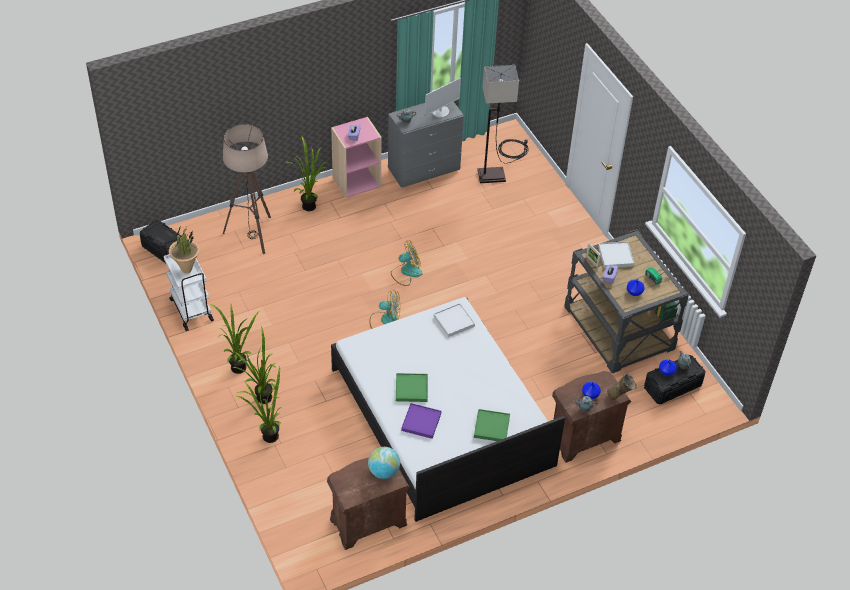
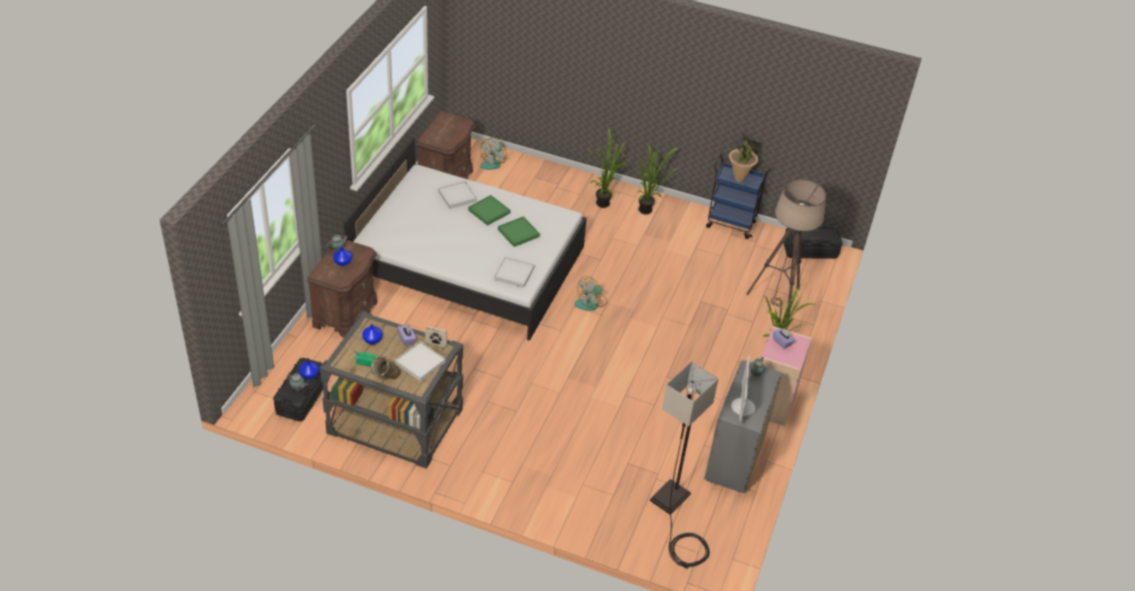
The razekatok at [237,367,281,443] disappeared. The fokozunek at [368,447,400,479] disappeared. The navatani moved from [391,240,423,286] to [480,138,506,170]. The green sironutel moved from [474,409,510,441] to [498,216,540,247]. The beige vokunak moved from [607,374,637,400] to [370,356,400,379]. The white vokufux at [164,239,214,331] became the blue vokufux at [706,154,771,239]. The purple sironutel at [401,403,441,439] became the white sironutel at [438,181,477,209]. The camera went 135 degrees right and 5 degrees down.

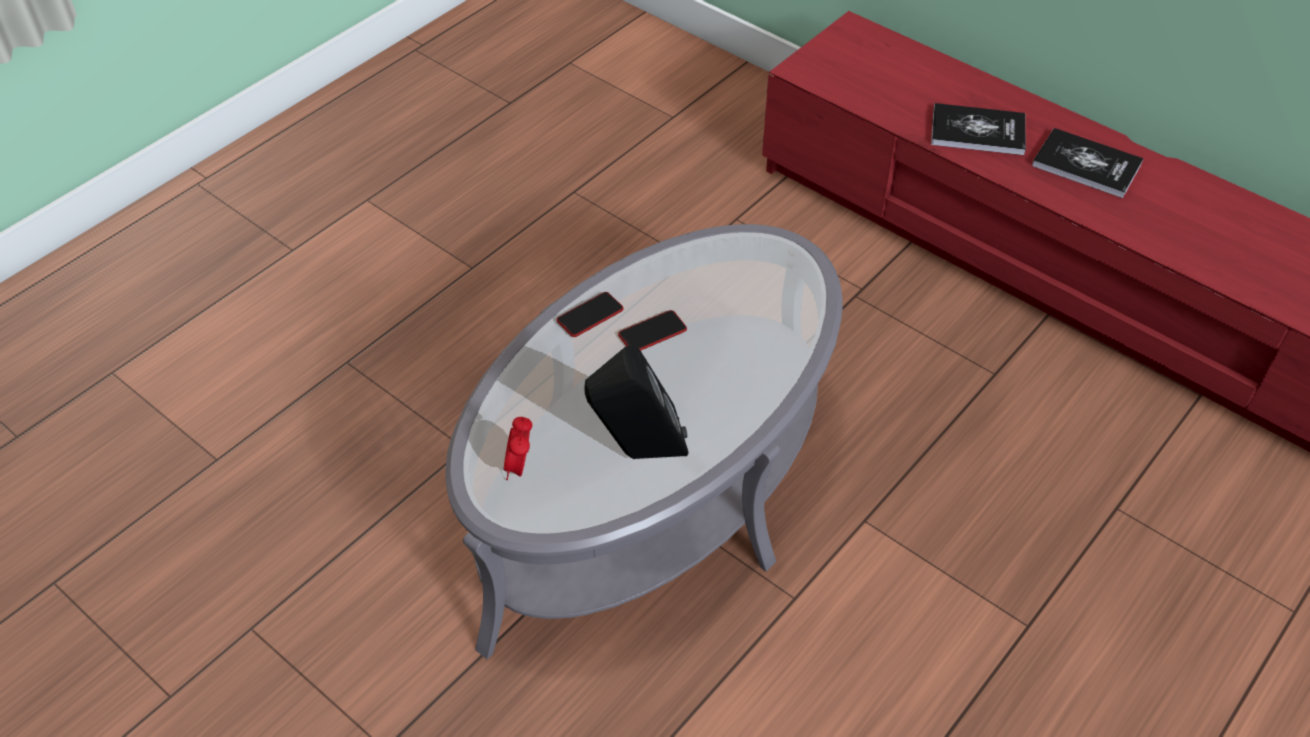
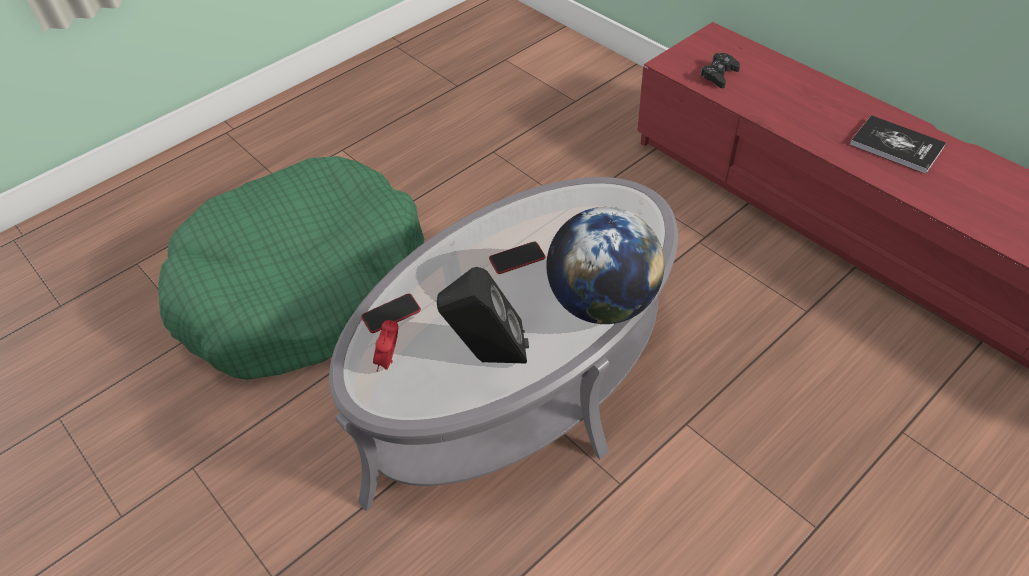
The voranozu at [931,103,1026,155] disappeared. The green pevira at [158,156,424,380] appeared. The fokozunek at [546,207,664,324] appeared. The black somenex at [700,53,740,88] appeared. The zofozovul moved from [557,292,624,337] to [361,293,421,333]. The camera went 10 degrees right and 0 degrees up.

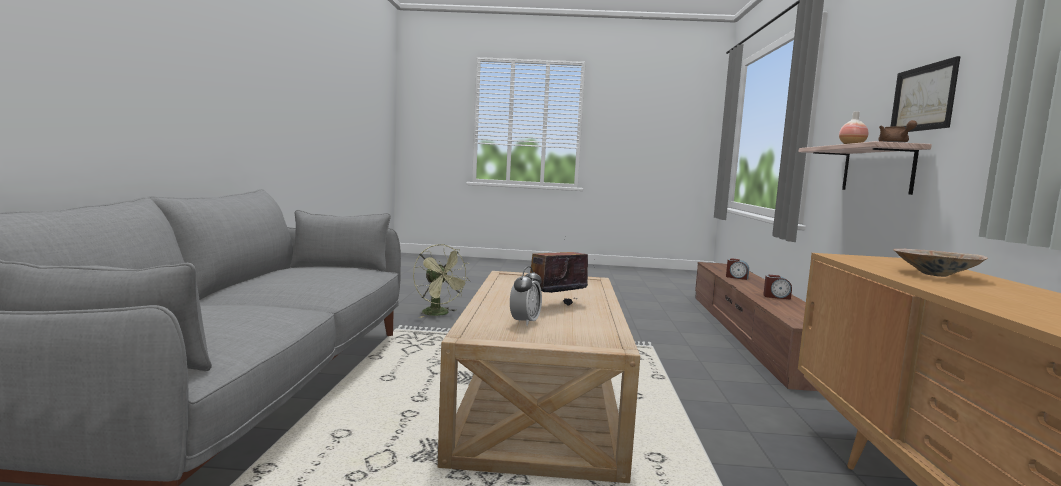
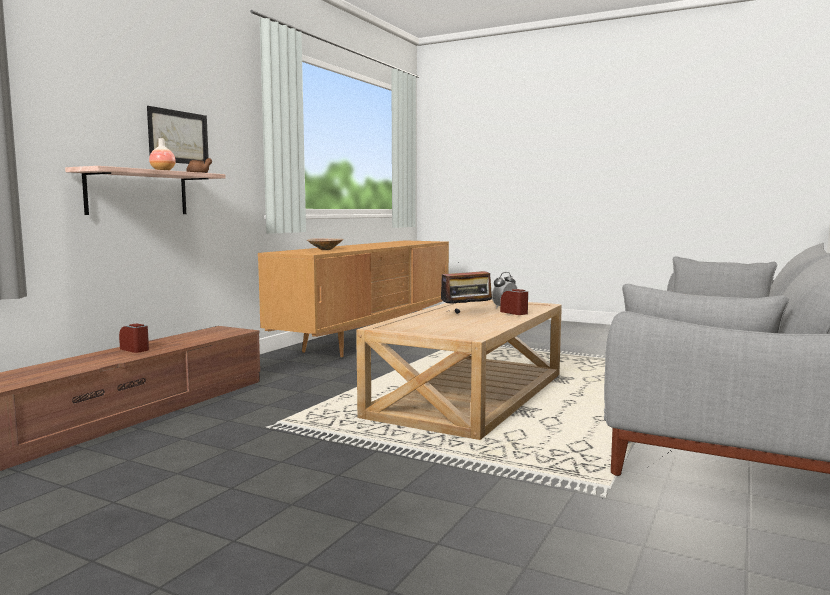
The green navatani at [413,244,470,318] disappeared. The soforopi moved from [726,258,749,280] to [500,289,528,315]. The camera went 155 degrees left and 0 degrees up.

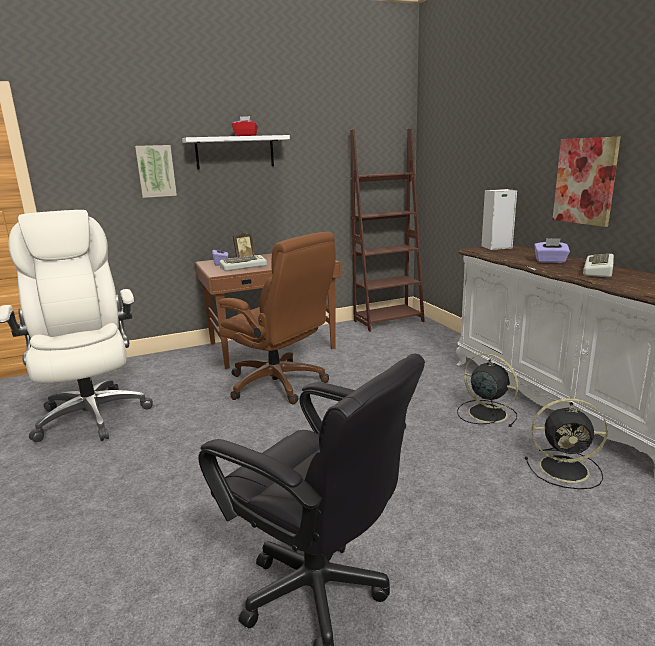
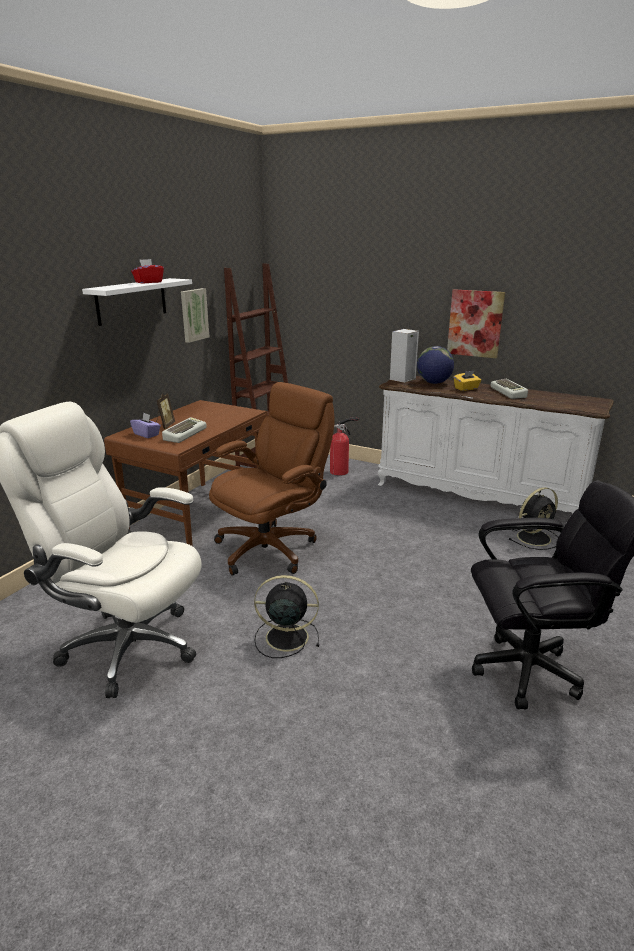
The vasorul at [330,417,358,476] appeared. The fokozunek at [417,346,454,384] appeared. The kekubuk moved from [135,145,177,198] to [181,288,209,343]. The black navatani moved from [457,353,518,427] to [254,575,319,658]. The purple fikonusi at [534,238,570,263] became the yellow fikonusi at [454,371,481,391]. The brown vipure at [218,232,336,404] turned 45 degrees counterclockwise. The camera went 40 degrees left and 5 degrees up.

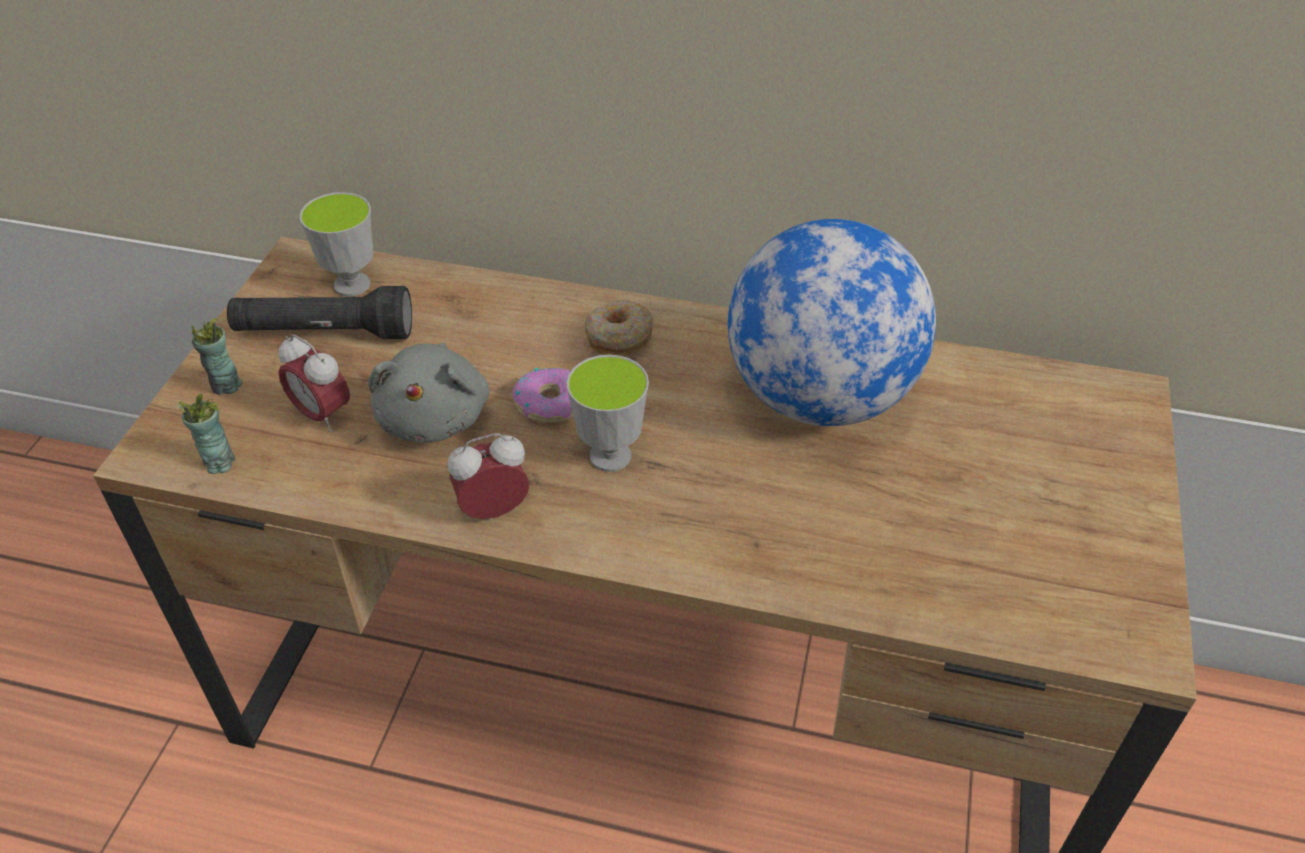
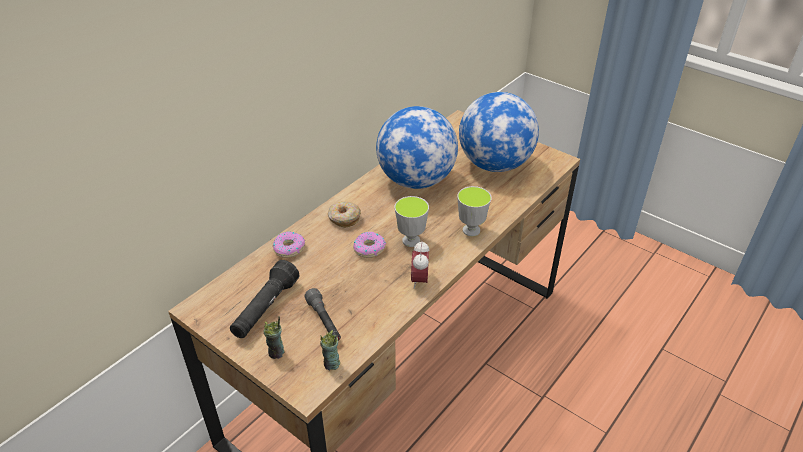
The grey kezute at [368,343,489,443] disappeared. The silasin at [273,232,305,258] appeared. The fokozunek at [459,92,539,172] appeared. The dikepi moved from [299,192,374,297] to [457,186,491,236]. The soforopi at [278,334,350,432] was replaced by the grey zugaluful at [304,288,341,341]. The camera went 65 degrees left and 5 degrees down.

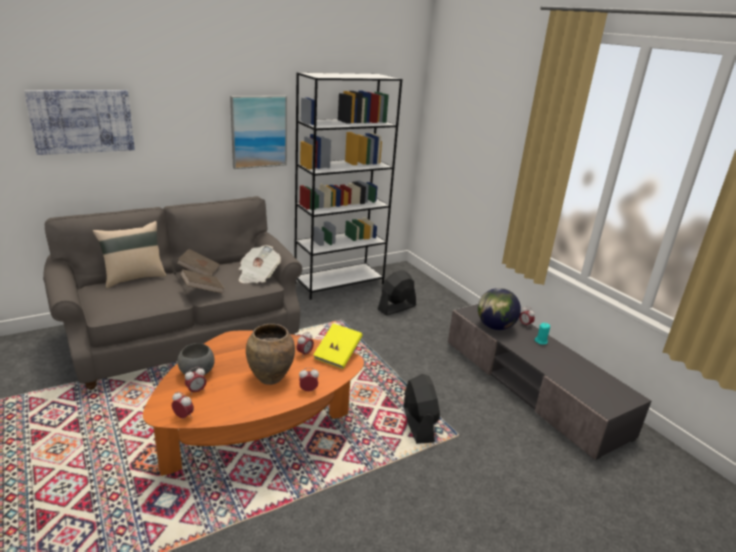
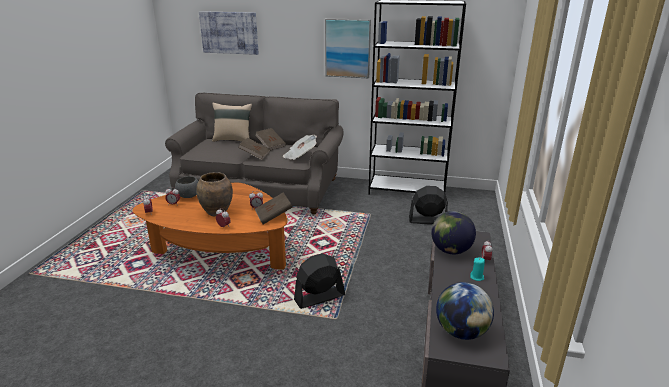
The fokozunek at [436,282,494,340] appeared. The yellow voranozu at [313,323,363,369] became the brown voranozu at [255,192,293,224]. The black navatani at [404,374,440,444] turned 150 degrees counterclockwise. The camera went 45 degrees right and 0 degrees up.

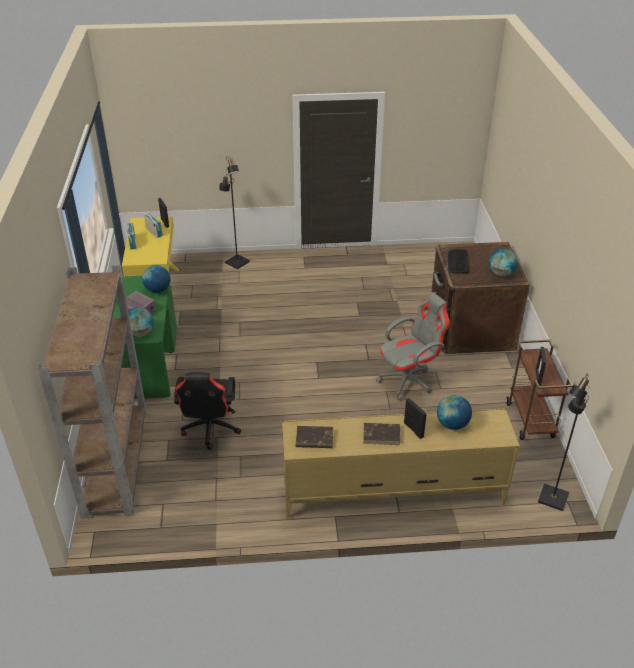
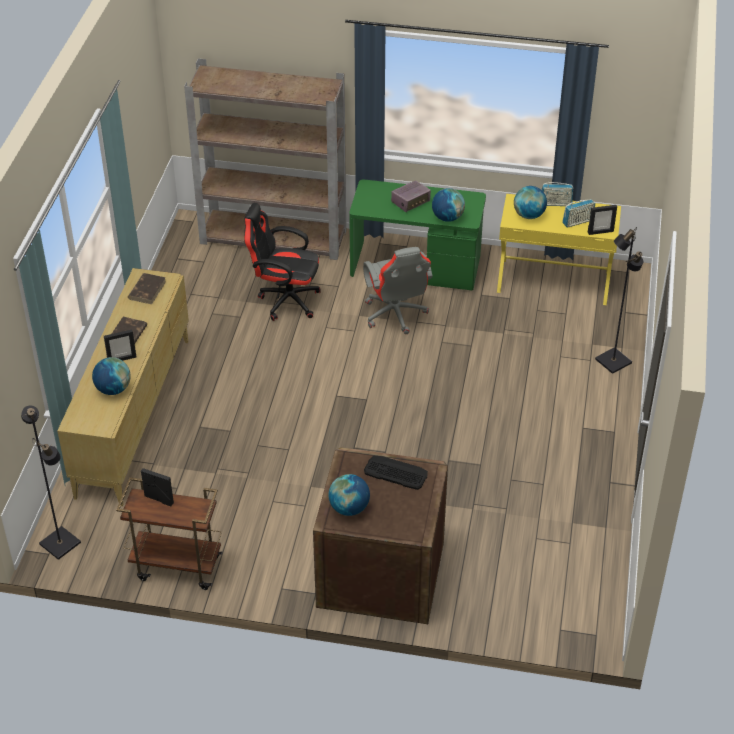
The fokozunek moved from [128,307,154,337] to [514,186,547,219]. The grey vipure moved from [376,292,450,401] to [363,247,433,334]. The camera went 105 degrees right and 5 degrees up.

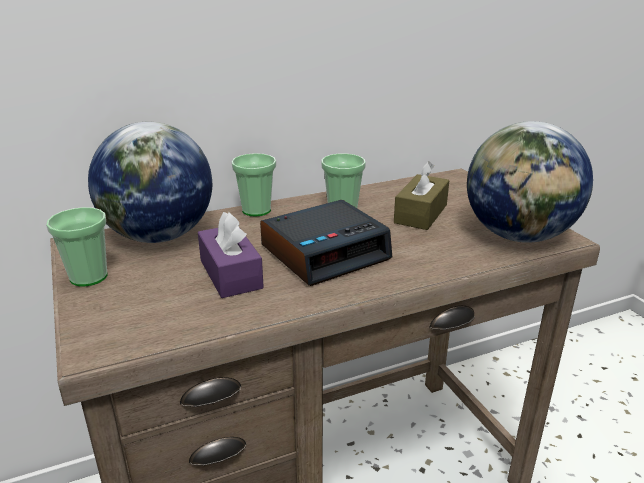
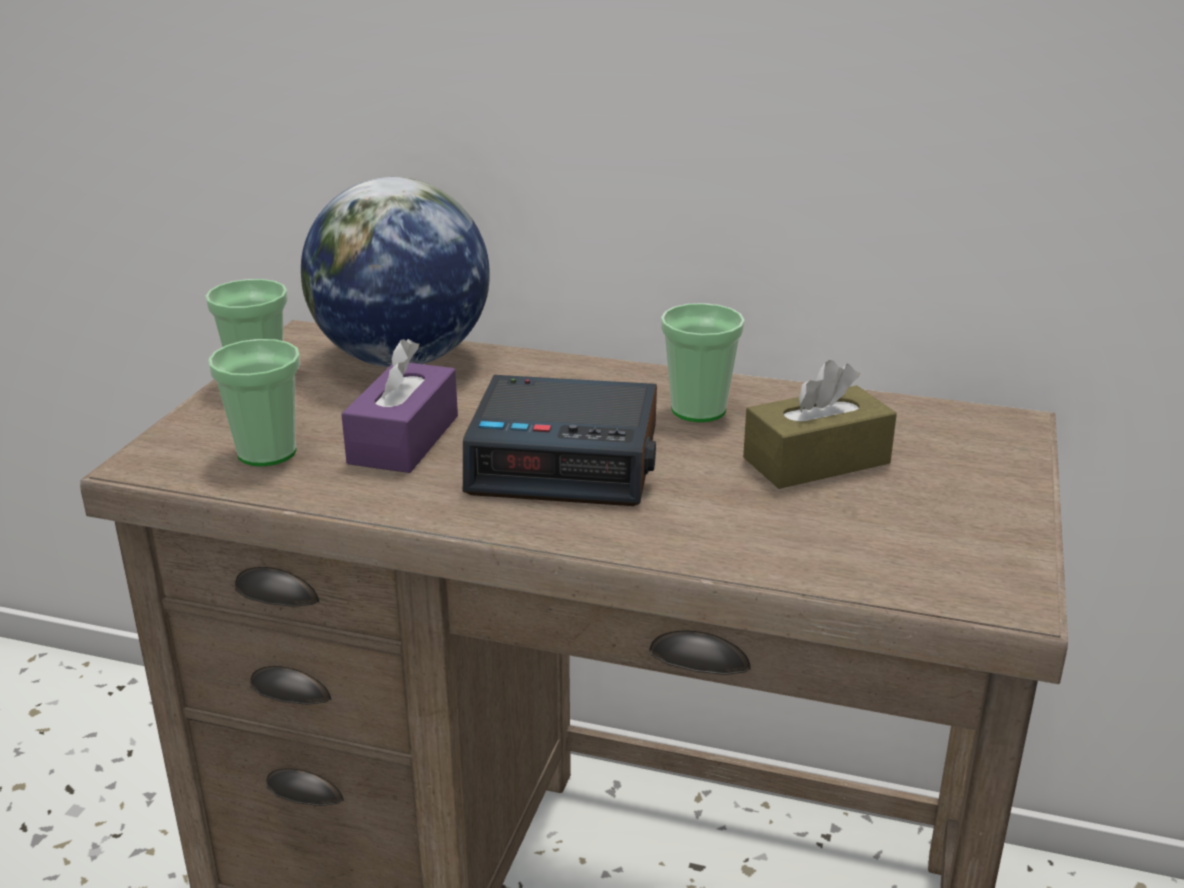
The fokozunek at [467,121,593,243] disappeared. The dikepi moved from [231,153,276,216] to [208,339,300,466]. The camera went 40 degrees right and 0 degrees up.

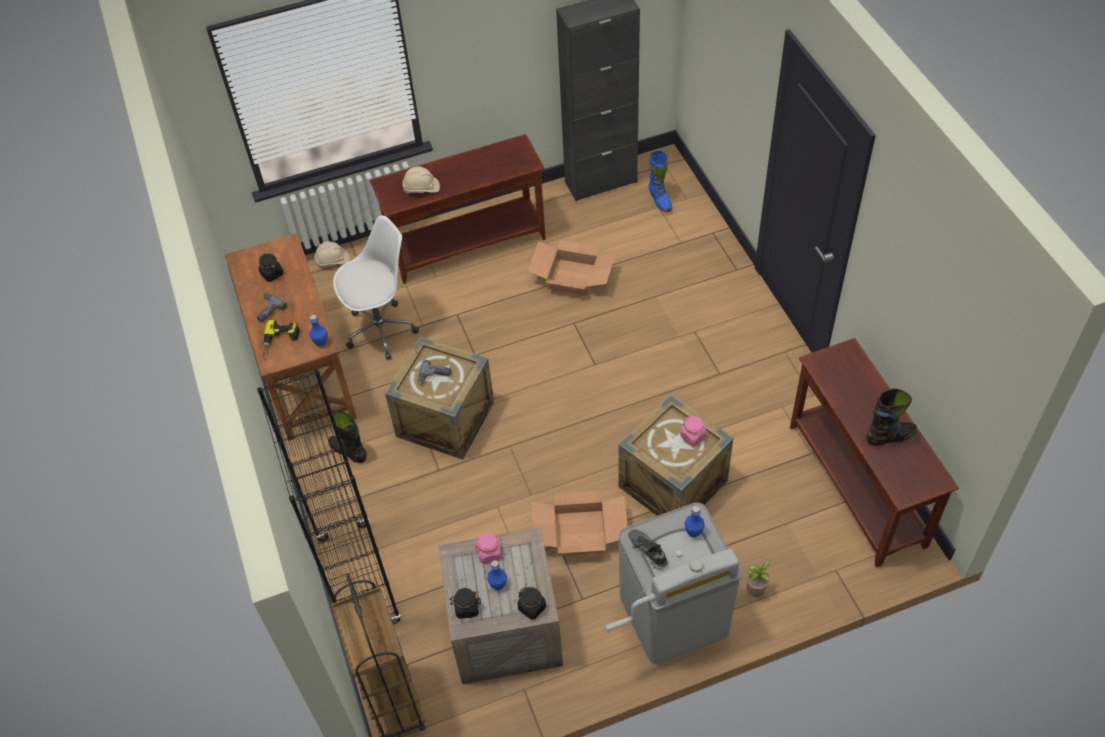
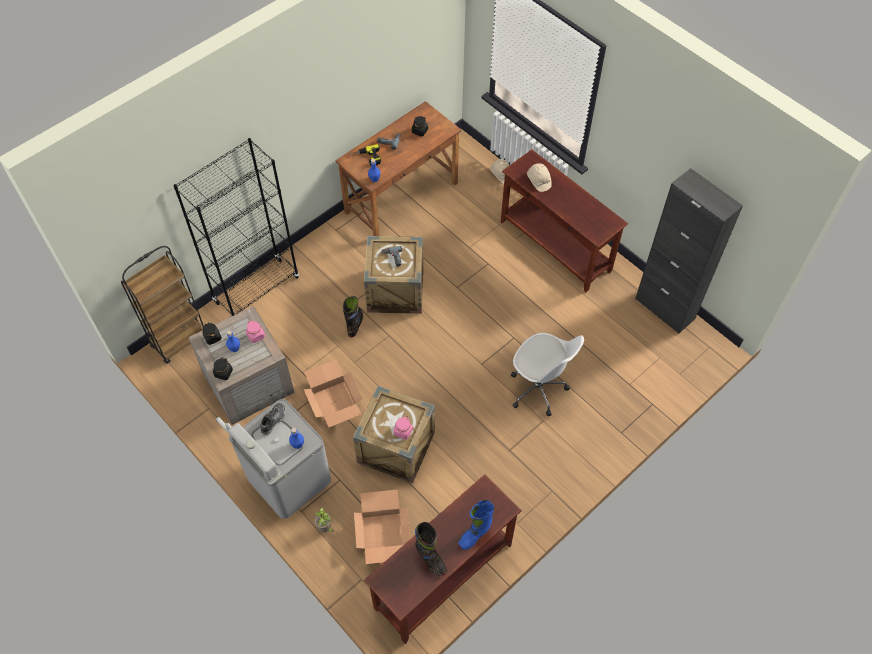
The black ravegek moved from [328,410,367,463] to [343,296,363,337]. The white vipure moved from [333,215,419,360] to [511,333,584,416]. The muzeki moved from [528,240,616,296] to [354,489,411,564]. The blue ravegek moved from [649,150,672,212] to [458,500,494,550]. The camera went 65 degrees right and 5 degrees up.

